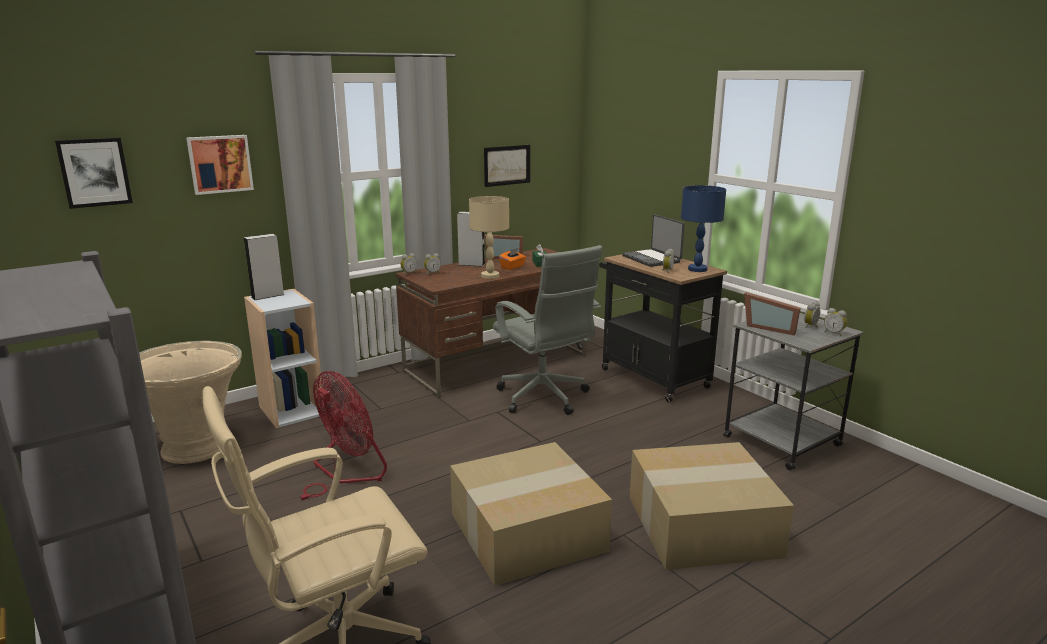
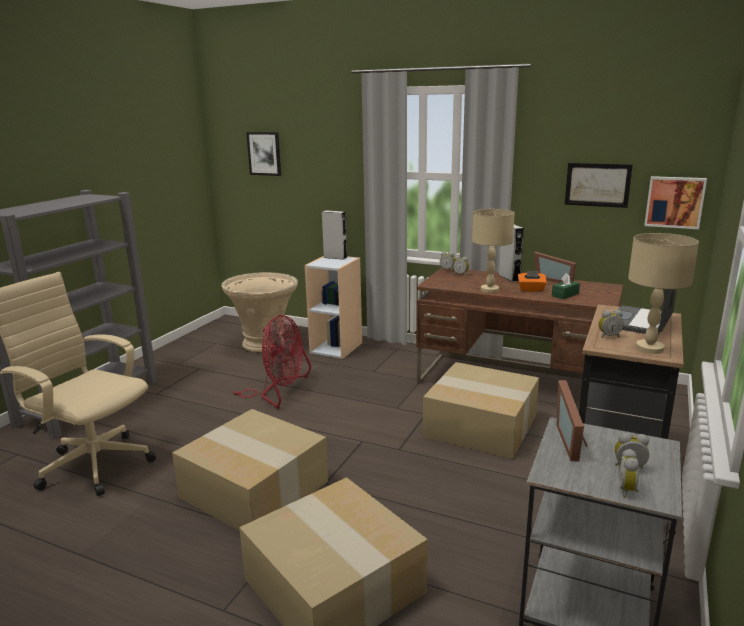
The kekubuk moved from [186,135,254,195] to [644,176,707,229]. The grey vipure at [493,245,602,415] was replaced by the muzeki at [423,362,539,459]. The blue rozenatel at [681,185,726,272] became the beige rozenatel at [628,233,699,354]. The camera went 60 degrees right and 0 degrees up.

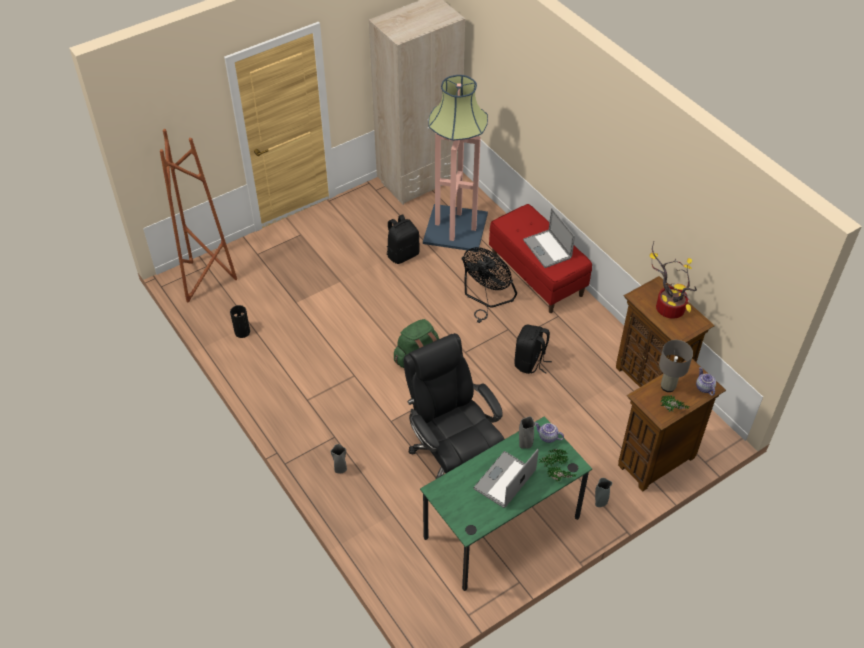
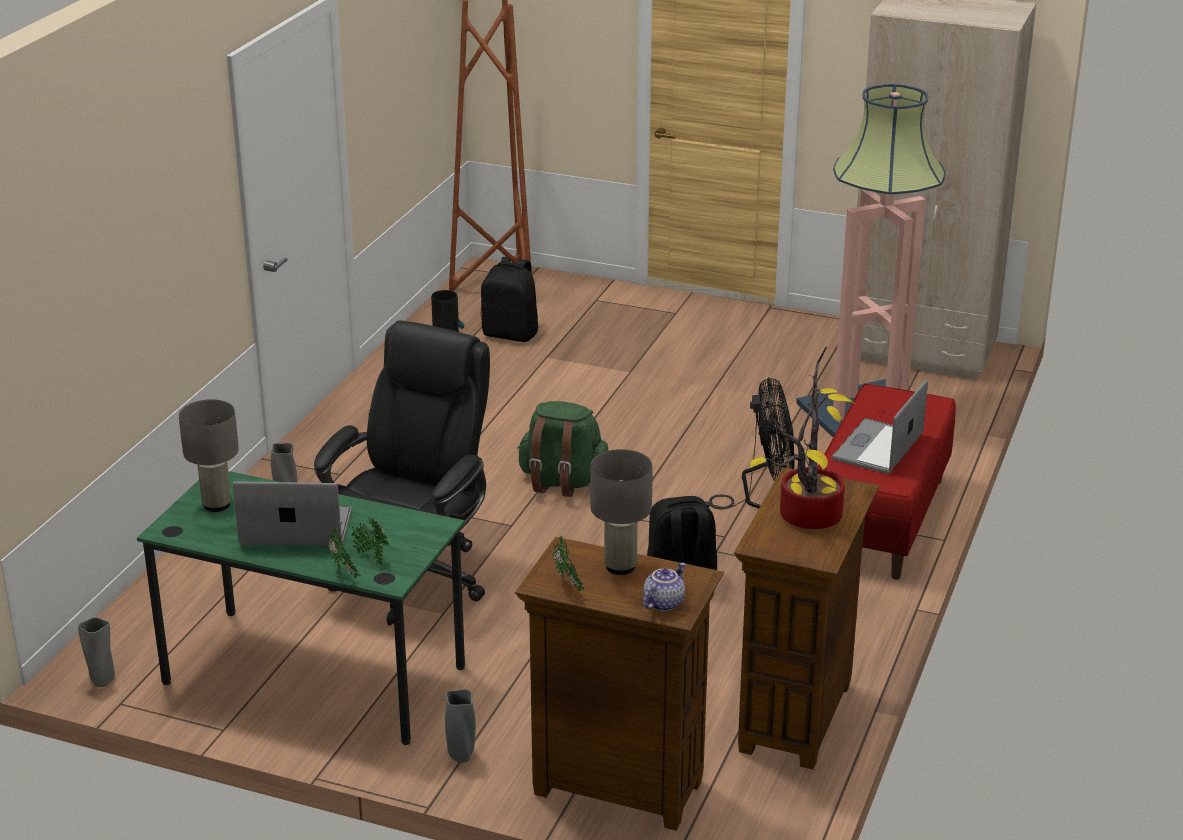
The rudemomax at [535,422,564,443] disappeared. The grey rozenatel at [179,399,239,512] appeared. The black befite moved from [386,214,420,264] to [481,257,538,342]. The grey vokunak moved from [519,416,536,449] to [78,617,115,687]. The camera went 55 degrees right and 20 degrees down.

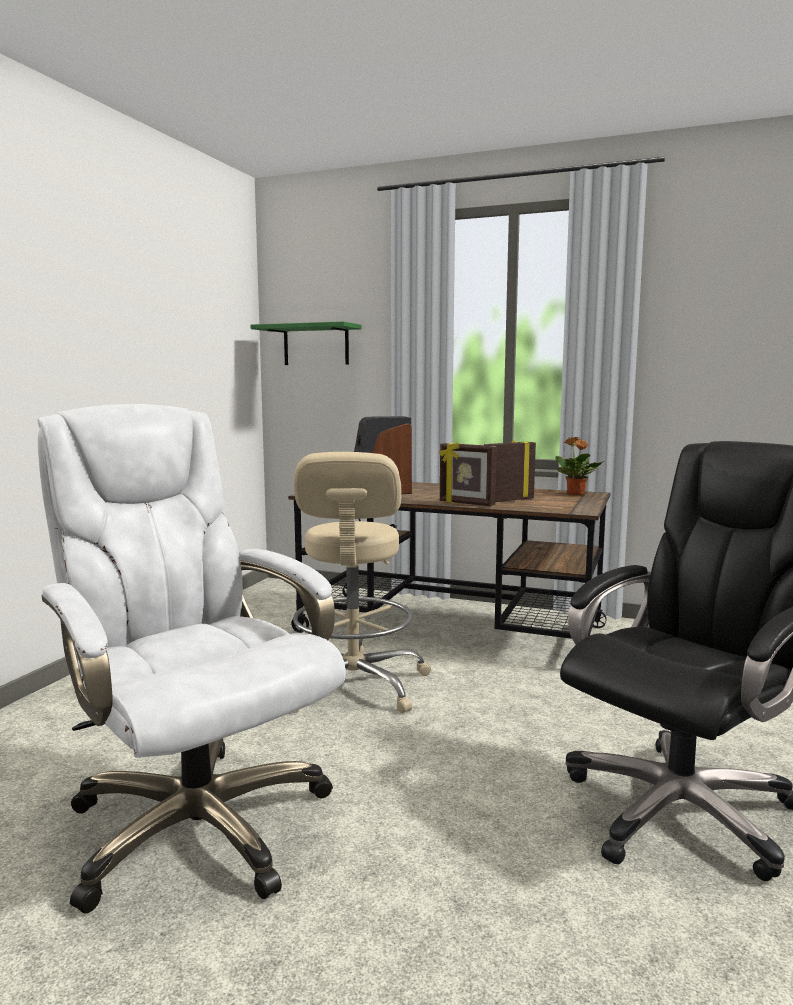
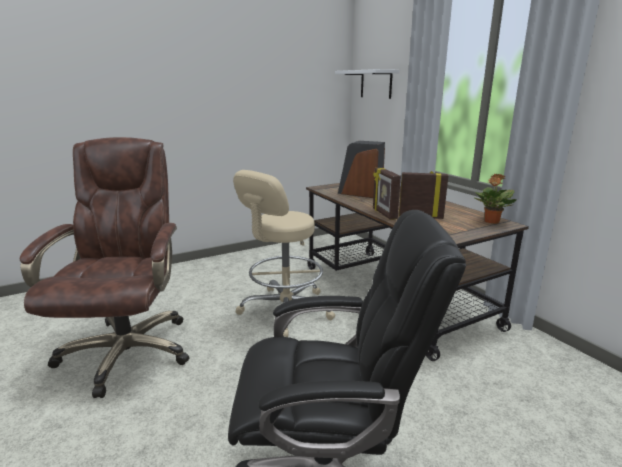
The white vipure at [37,404,346,913] became the brown vipure at [20,137,189,398]. The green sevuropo at [251,321,362,365] became the white sevuropo at [335,69,399,99]. The camera went 40 degrees right and 10 degrees up.

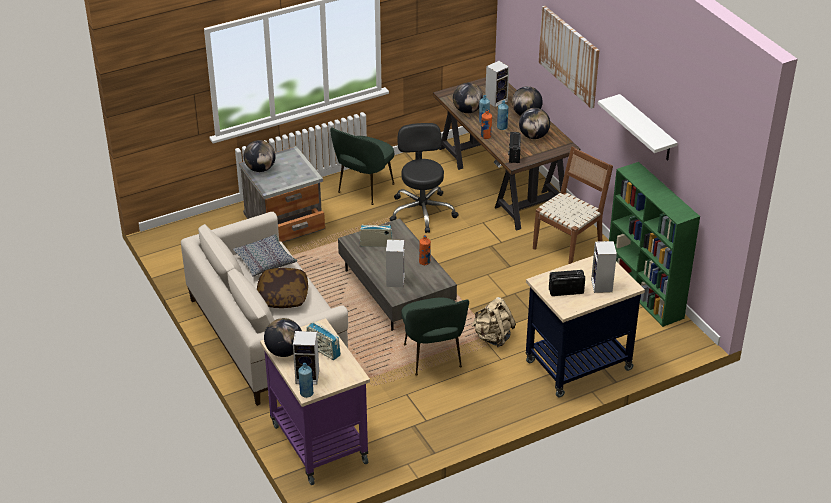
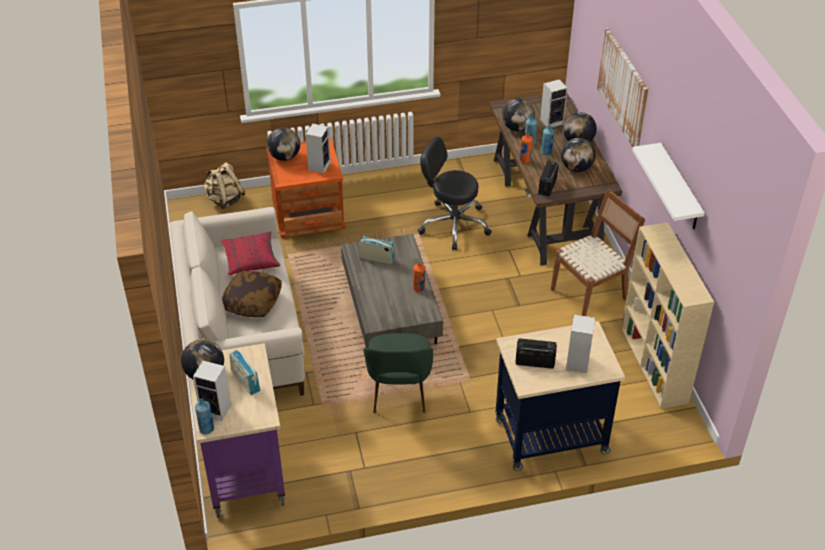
The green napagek at [330,127,395,205] disappeared. The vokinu moved from [386,239,405,287] to [306,124,331,173]. The beige befite moved from [472,297,516,347] to [203,162,245,209]. The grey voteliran at [233,234,297,277] became the red voteliran at [222,232,280,275]. The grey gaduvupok at [239,146,326,243] became the orange gaduvupok at [267,138,346,238]. The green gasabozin at [609,162,700,327] became the beige gasabozin at [621,222,714,409]. The black vipure at [389,123,458,233] turned 75 degrees counterclockwise. The camera went 15 degrees right and 5 degrees up.

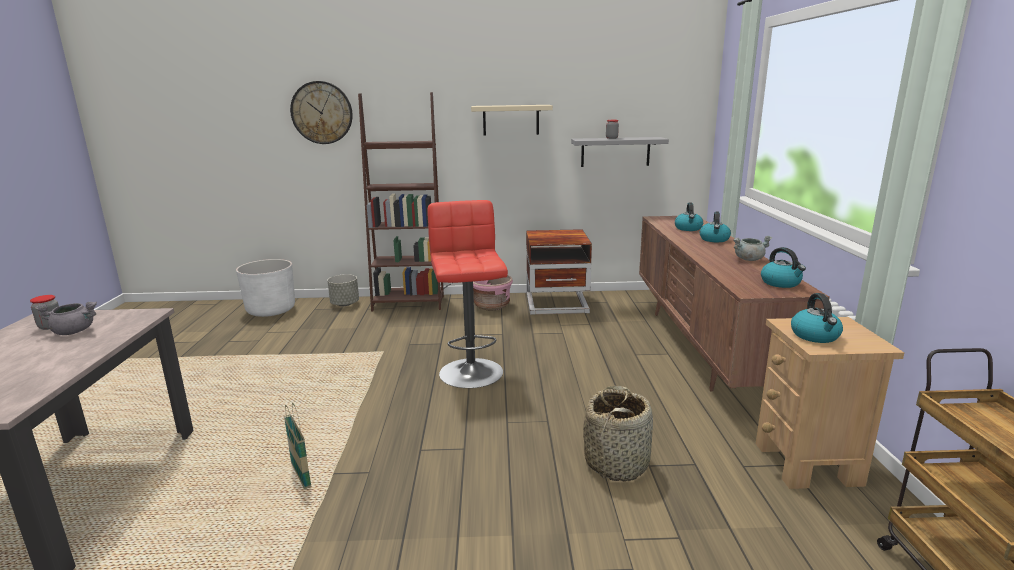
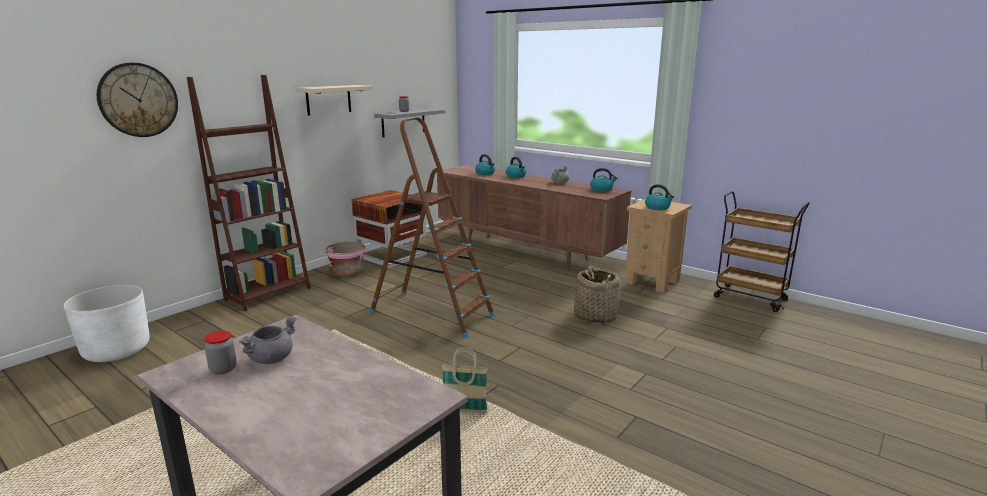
The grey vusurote at [327,274,359,306] disappeared. The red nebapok at [427,200,508,388] was replaced by the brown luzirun at [370,117,495,337]. The camera went 50 degrees left and 0 degrees up.

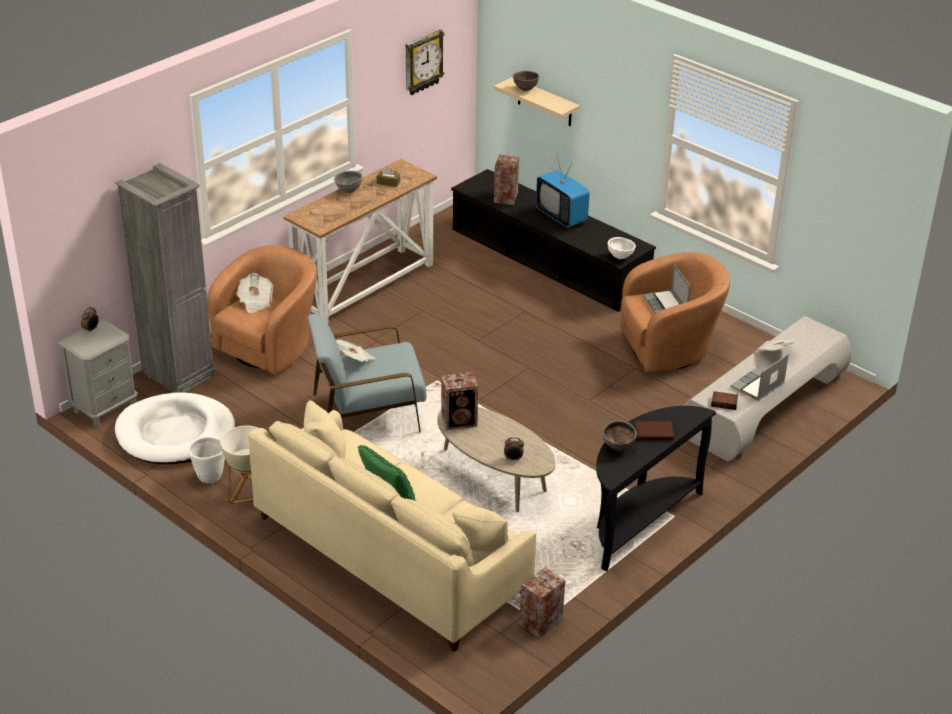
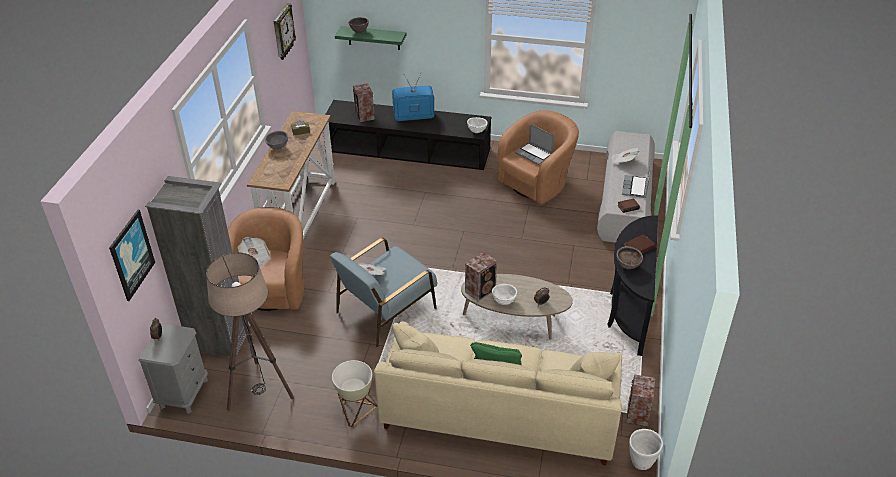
The kekubuk at [109,210,155,301] appeared. The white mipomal at [492,284,517,305] appeared. The white vusurote moved from [188,436,225,484] to [629,429,663,470]. The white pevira at [115,392,236,464] was replaced by the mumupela at [206,252,294,411]. The beige sevuropo at [494,77,580,126] became the green sevuropo at [335,26,406,50]. The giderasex at [536,156,590,228] turned 150 degrees clockwise. The camera went 30 degrees left and 5 degrees up.

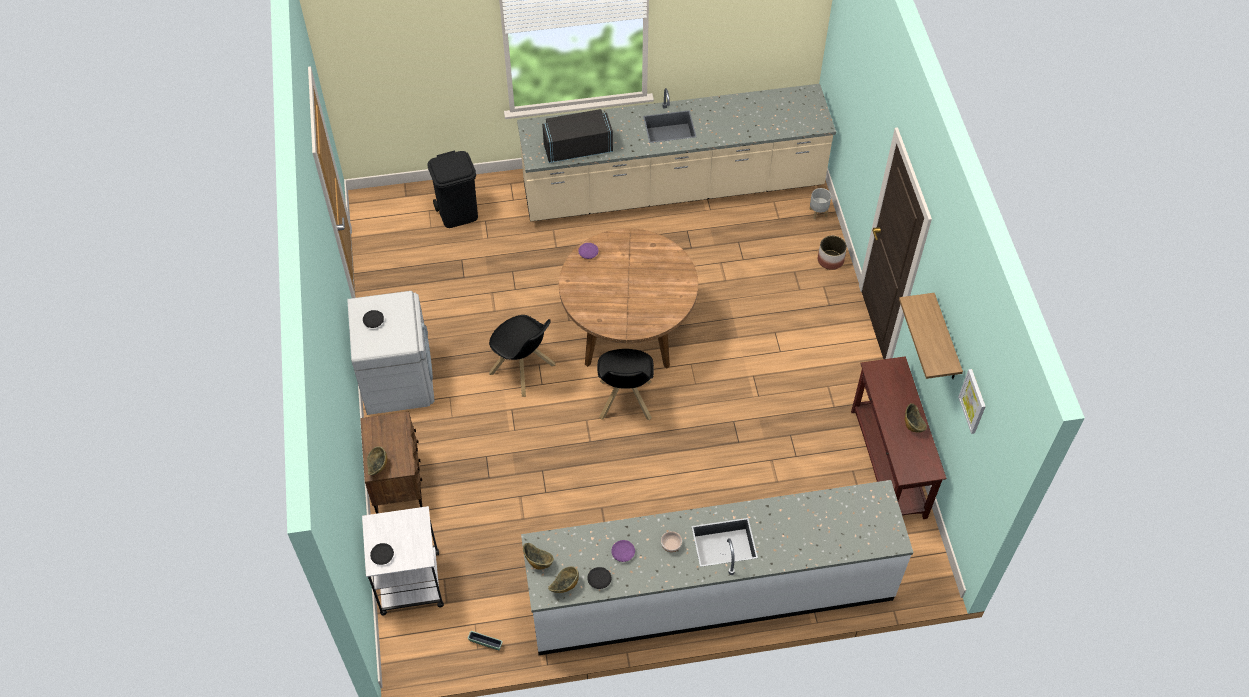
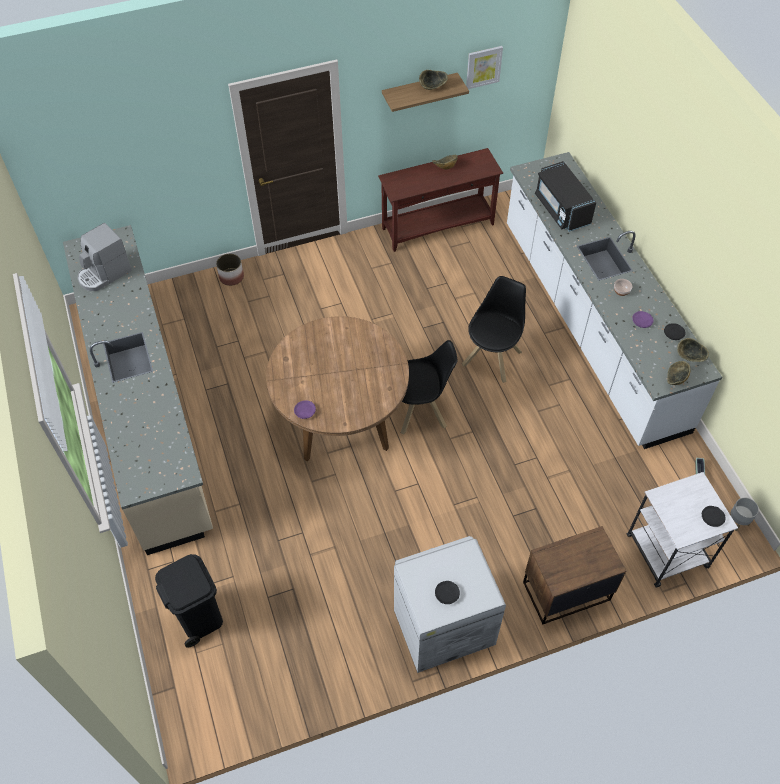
The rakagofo at [77,223,132,291] appeared. The mipomal moved from [367,446,387,475] to [419,70,448,90]. The black napagek moved from [489,315,555,397] to [462,276,526,383]. The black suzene moved from [542,109,613,163] to [535,161,596,232]. The grey vusurote moved from [809,188,831,220] to [729,498,759,531]. The camera went 100 degrees left and 0 degrees up.

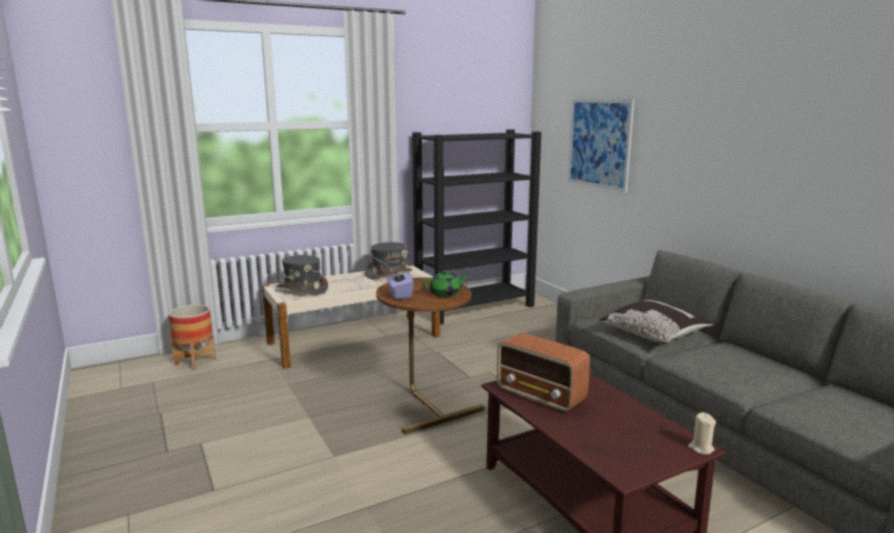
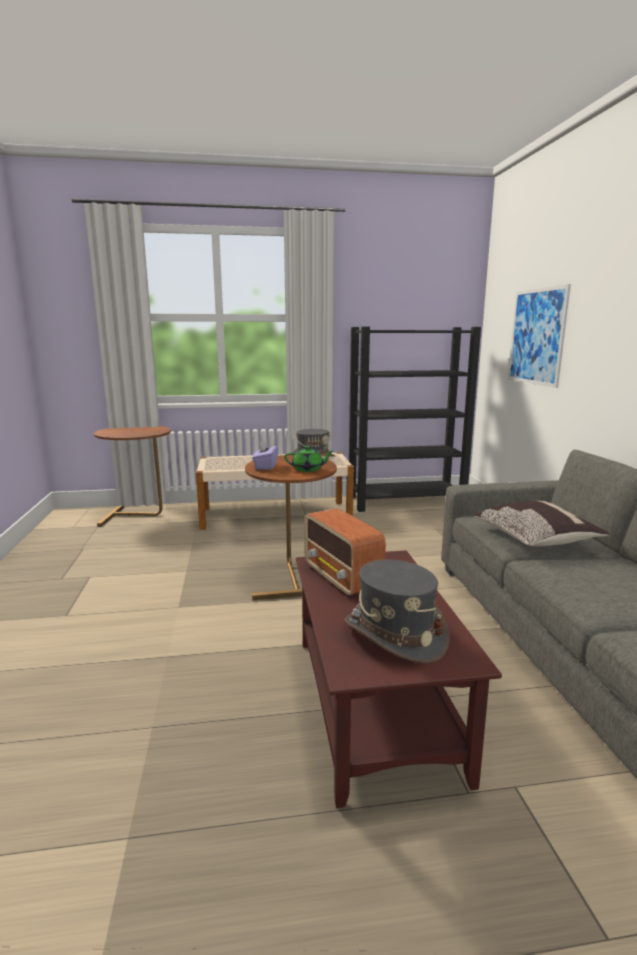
The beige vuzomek at [688,412,716,454] disappeared. The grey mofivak moved from [277,255,328,295] to [345,559,450,663]. The vusurote at [169,305,216,370] was replaced by the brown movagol at [94,426,171,527]. The camera went 20 degrees right and 0 degrees up.

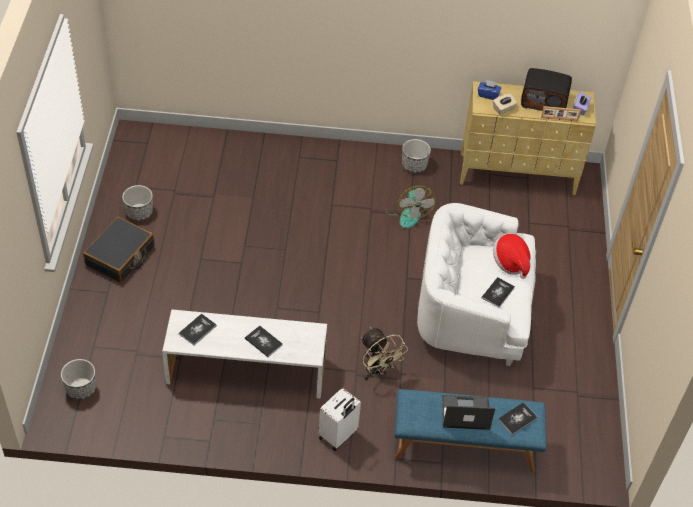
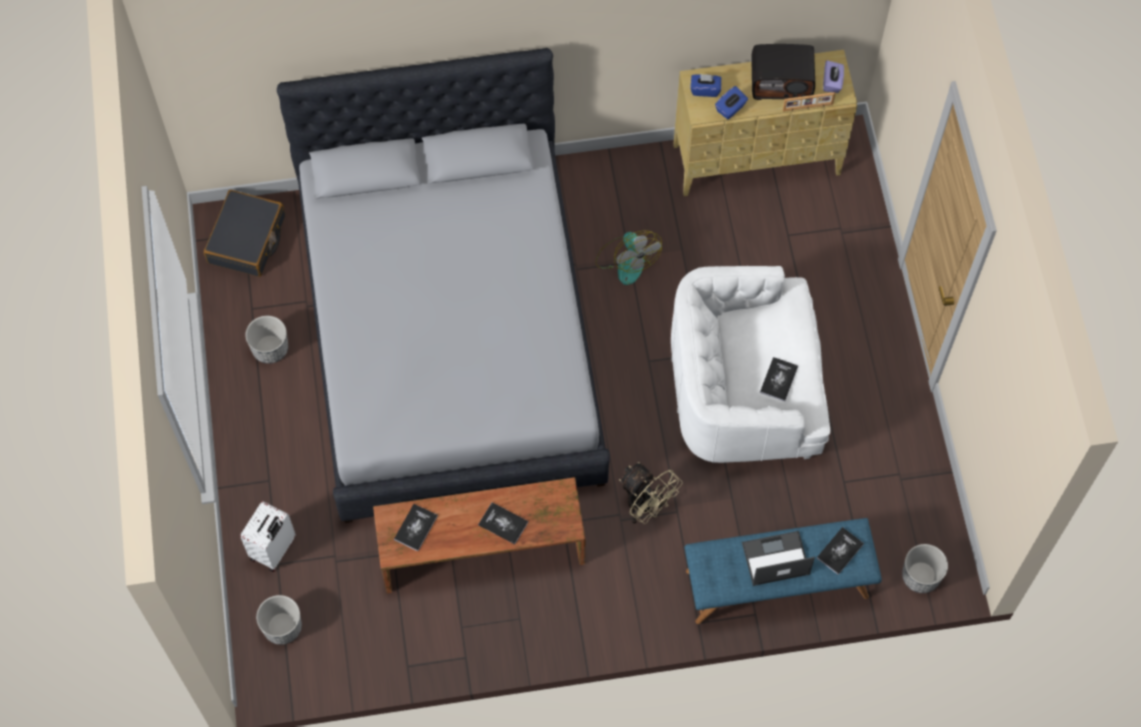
The mofivak at [493,234,531,279] disappeared. The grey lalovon at [277,48,610,523] appeared. The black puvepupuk moved from [83,217,155,283] to [204,190,285,277]. The white puvepupuk moved from [319,388,361,451] to [240,501,296,572]. The vusurote moved from [402,139,431,173] to [902,544,948,593]. The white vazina at [162,309,327,399] became the brown vazina at [373,477,585,593]. The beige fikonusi at [493,93,517,115] became the blue fikonusi at [715,86,748,119]. The camera went 10 degrees left and 15 degrees up.

